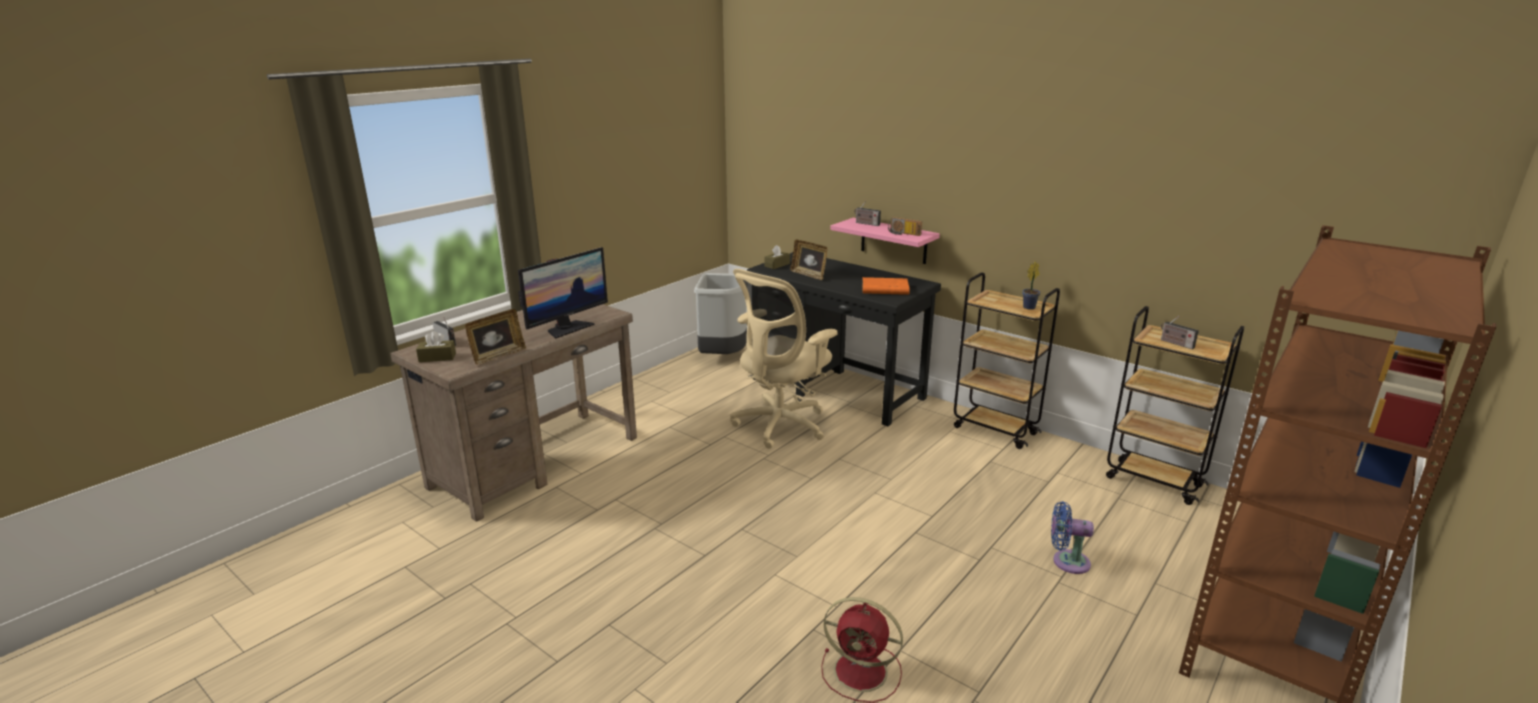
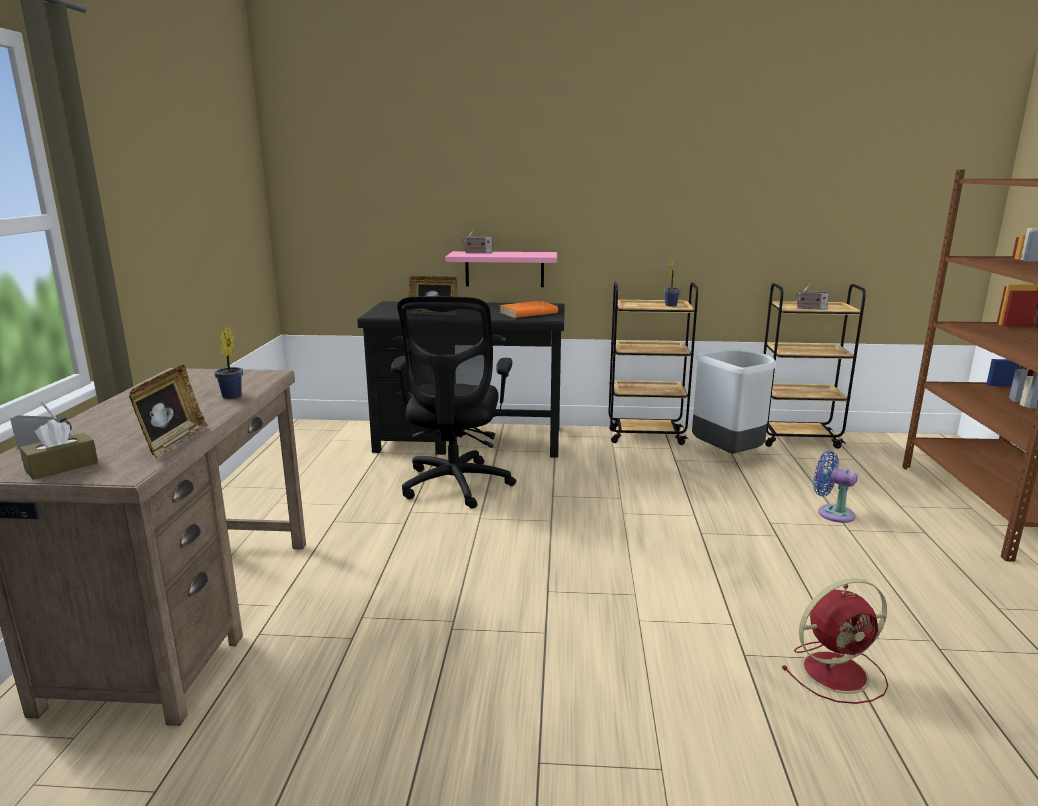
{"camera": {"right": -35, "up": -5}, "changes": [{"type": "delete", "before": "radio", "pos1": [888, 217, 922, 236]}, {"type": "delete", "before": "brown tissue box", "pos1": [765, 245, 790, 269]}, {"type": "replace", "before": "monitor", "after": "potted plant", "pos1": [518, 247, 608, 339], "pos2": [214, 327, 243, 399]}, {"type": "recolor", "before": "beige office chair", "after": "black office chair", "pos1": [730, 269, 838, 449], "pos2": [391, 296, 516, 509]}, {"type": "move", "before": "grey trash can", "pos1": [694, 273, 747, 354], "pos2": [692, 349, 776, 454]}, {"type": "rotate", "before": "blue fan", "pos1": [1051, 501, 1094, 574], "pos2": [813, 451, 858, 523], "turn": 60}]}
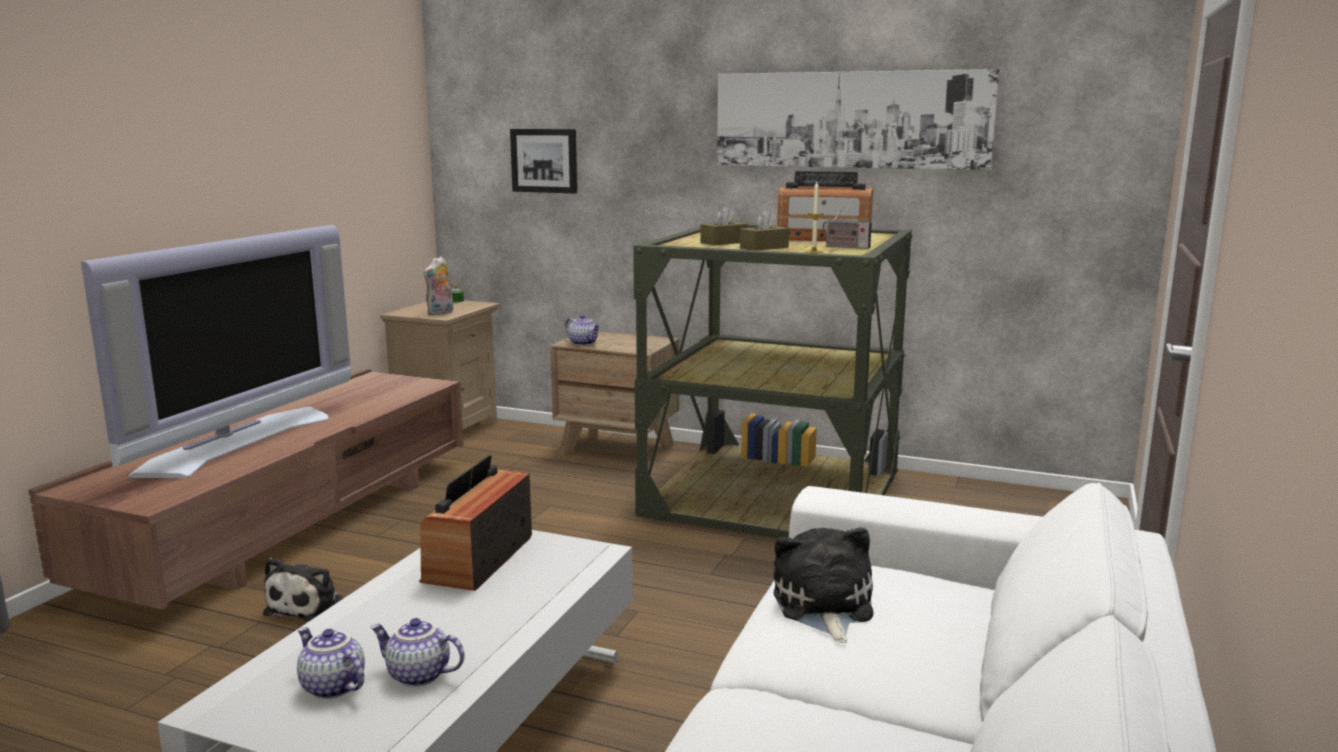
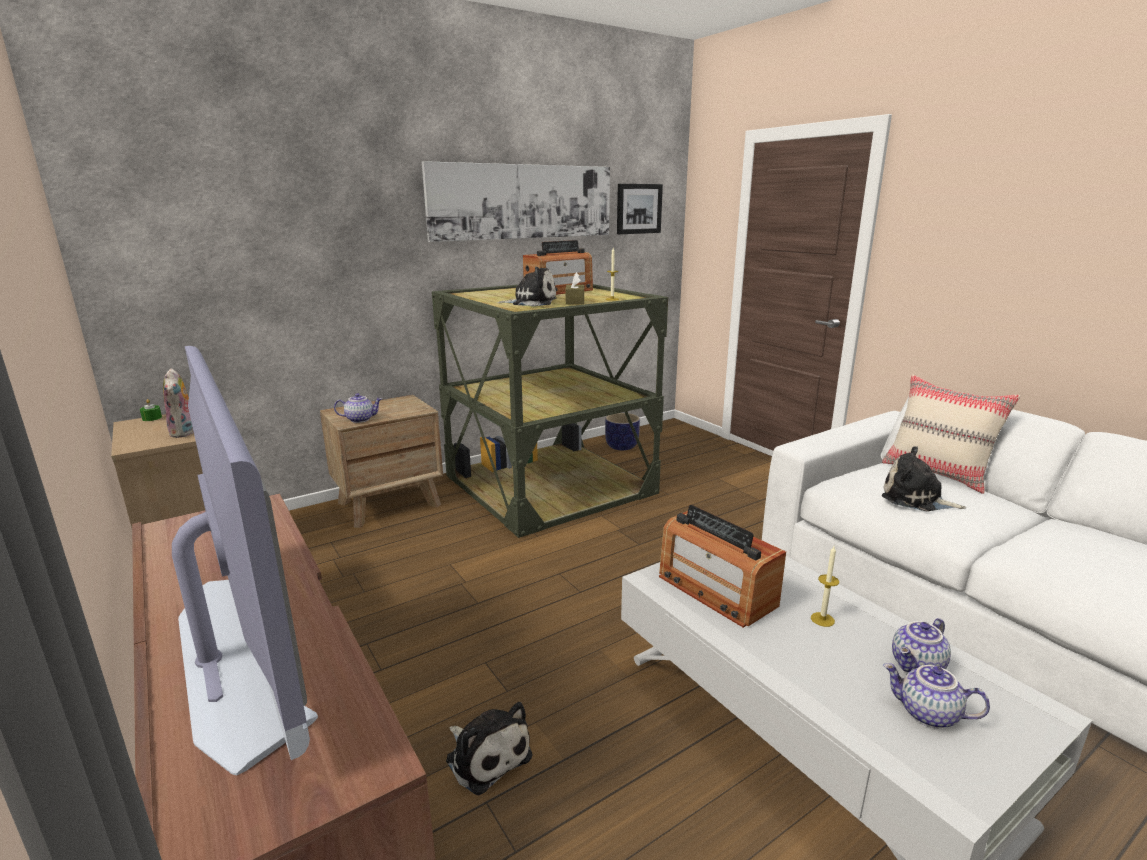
{"camera": {"right": -55, "up": 5}, "changes": [{"type": "move", "before": "picture", "pos1": [510, 129, 577, 193], "pos2": [617, 184, 663, 234]}, {"type": "replace", "before": "brown tissue box", "after": "plush toy", "pos1": [700, 206, 748, 245], "pos2": [498, 267, 556, 307]}, {"type": "delete", "before": "radio", "pos1": [823, 206, 872, 249]}, {"type": "rotate", "before": "teapot", "pos1": [297, 627, 365, 699], "pos2": [883, 663, 990, 728], "turn": 45}, {"type": "insert", "after": "beige pillow", "pos2": [882, 375, 1021, 494]}, {"type": "insert", "after": "planter", "pos2": [605, 413, 640, 450]}, {"type": "insert", "after": "candle", "pos2": [811, 546, 839, 627]}]}
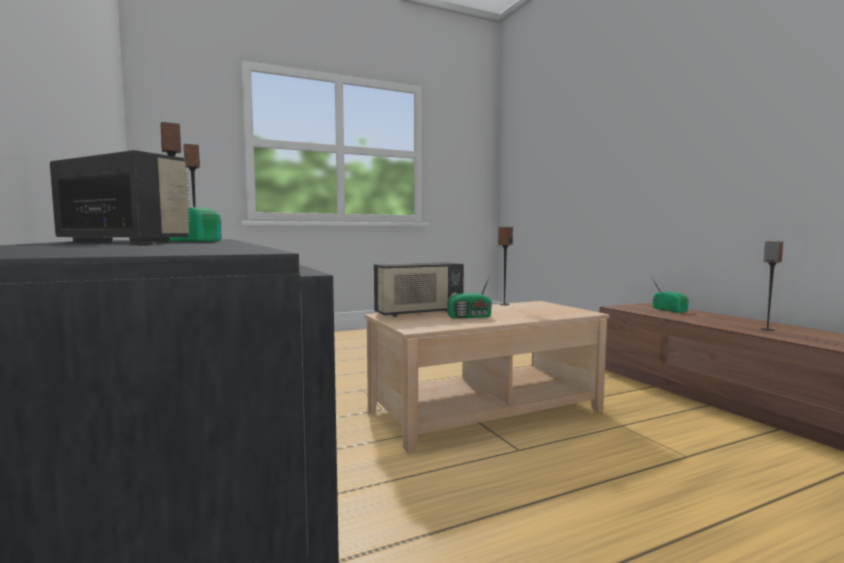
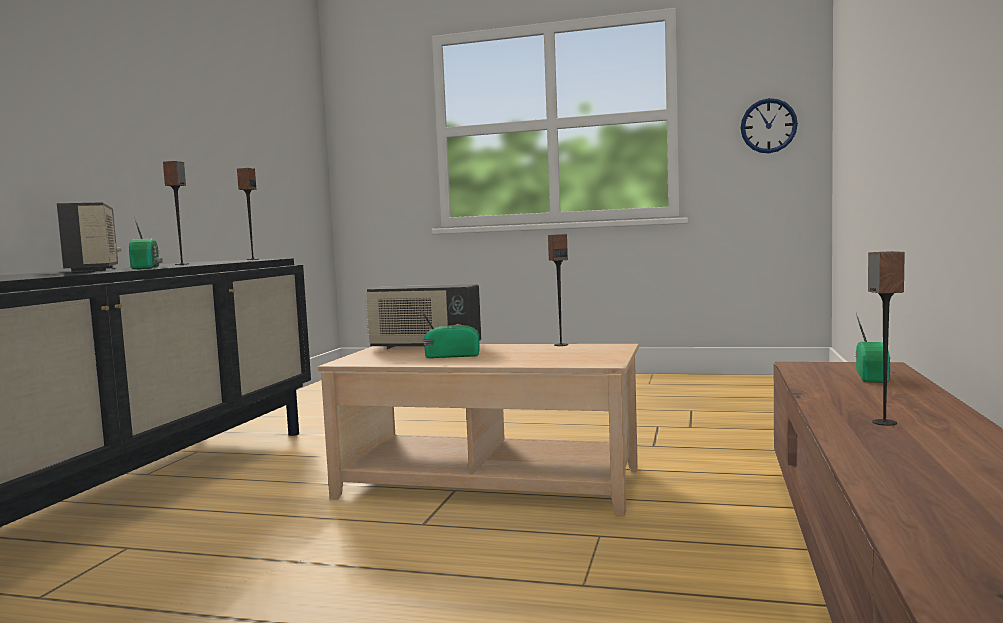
{"camera": {"right": 40, "up": 0}, "changes": [{"type": "rotate", "before": "radio", "pos1": [447, 275, 492, 319], "pos2": [418, 305, 479, 358], "turn": 150}, {"type": "insert", "after": "wall clock", "pos2": [741, 98, 798, 153]}]}
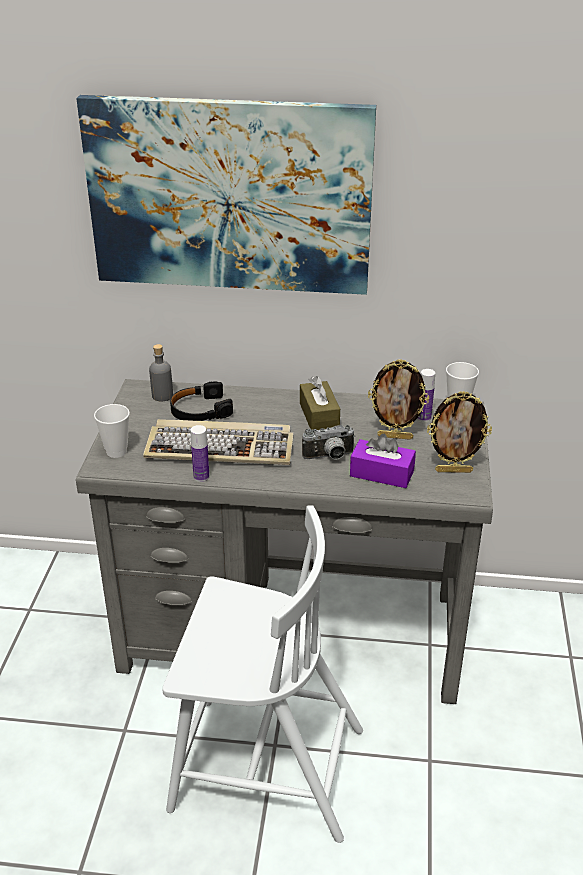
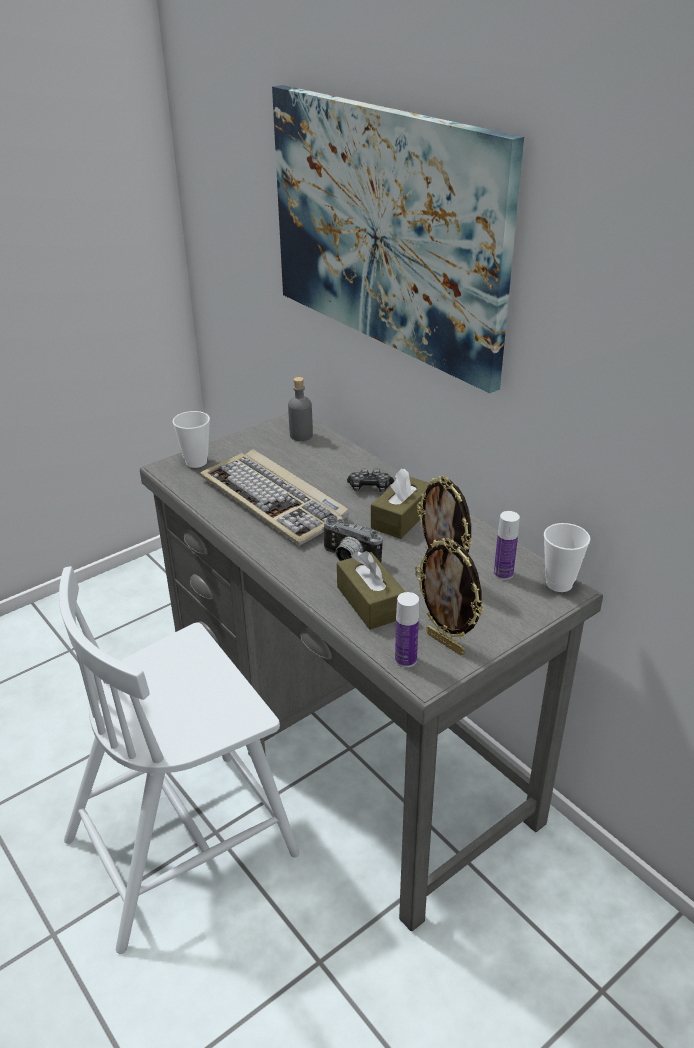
{"camera": {"right": 45, "up": 0}, "changes": [{"type": "delete", "before": "black headphones", "pos1": [170, 381, 233, 421]}, {"type": "move", "before": "bottle", "pos1": [191, 425, 209, 482], "pos2": [395, 592, 419, 668]}, {"type": "recolor", "before": "purple tissue box", "after": "brown tissue box", "pos1": [350, 434, 416, 488], "pos2": [337, 551, 405, 630]}, {"type": "rotate", "before": "white chair", "pos1": [162, 505, 363, 843], "pos2": [59, 566, 300, 954], "turn": 90}, {"type": "insert", "after": "game controller", "pos2": [347, 468, 394, 492]}]}
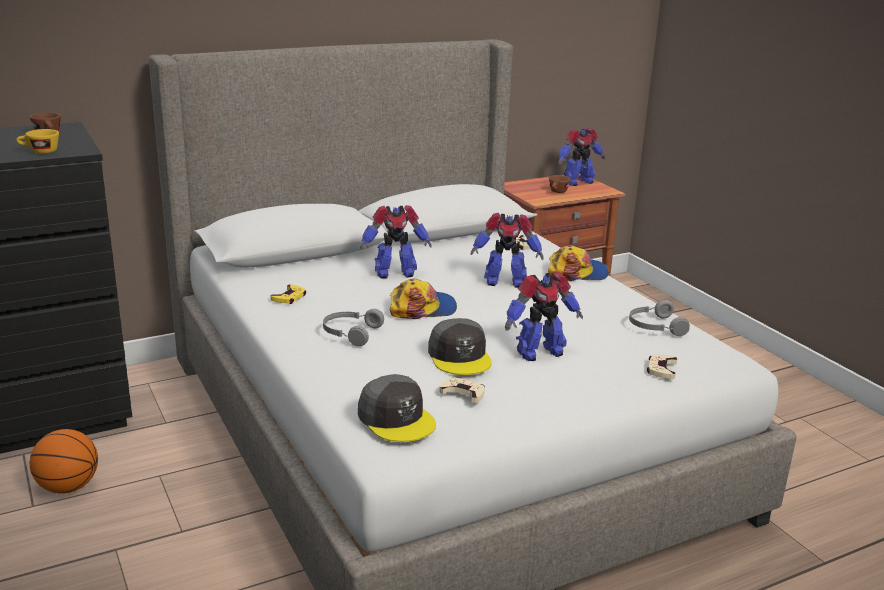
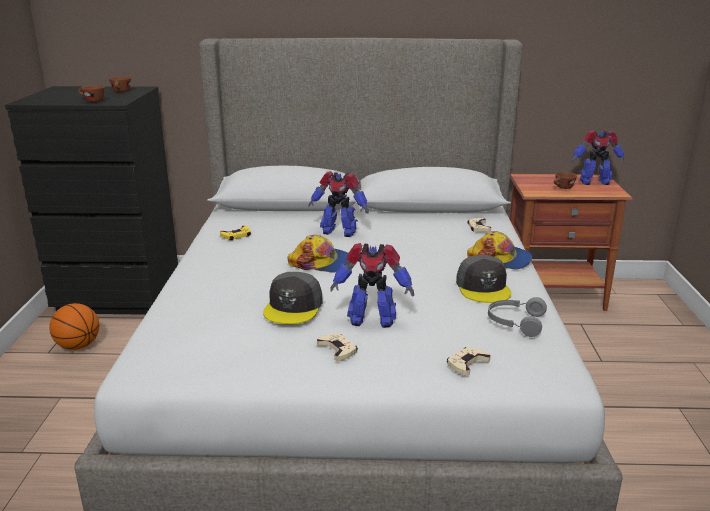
{"camera": {"right": 30, "up": 0}, "changes": [{"type": "recolor", "before": "yellow cup", "after": "brown cup", "pos1": [16, 129, 59, 154], "pos2": [78, 85, 105, 102]}, {"type": "delete", "before": "toy robot", "pos1": [470, 213, 544, 288]}, {"type": "delete", "before": "grey headphones", "pos1": [323, 309, 384, 346]}, {"type": "move", "before": "grey cap", "pos1": [358, 374, 436, 442], "pos2": [456, 255, 511, 303]}, {"type": "move", "before": "beige game controller", "pos1": [439, 377, 485, 403], "pos2": [317, 334, 358, 361]}]}
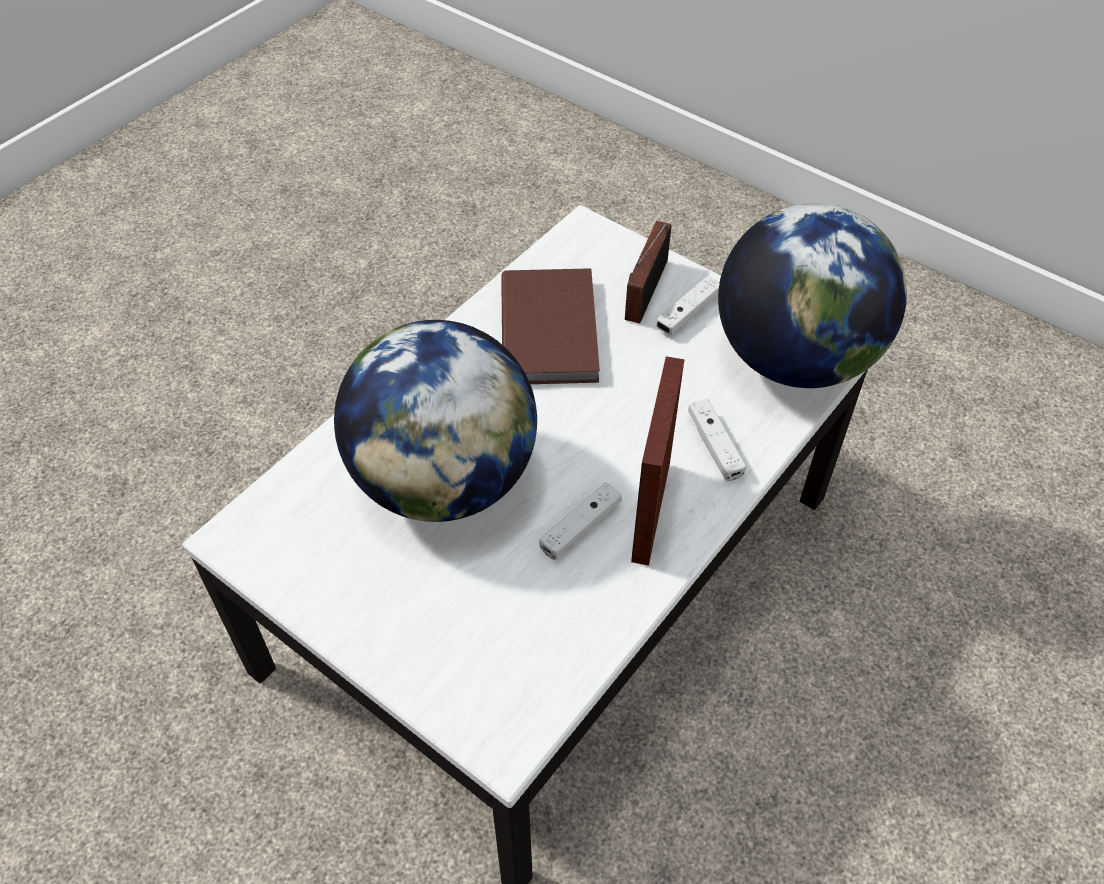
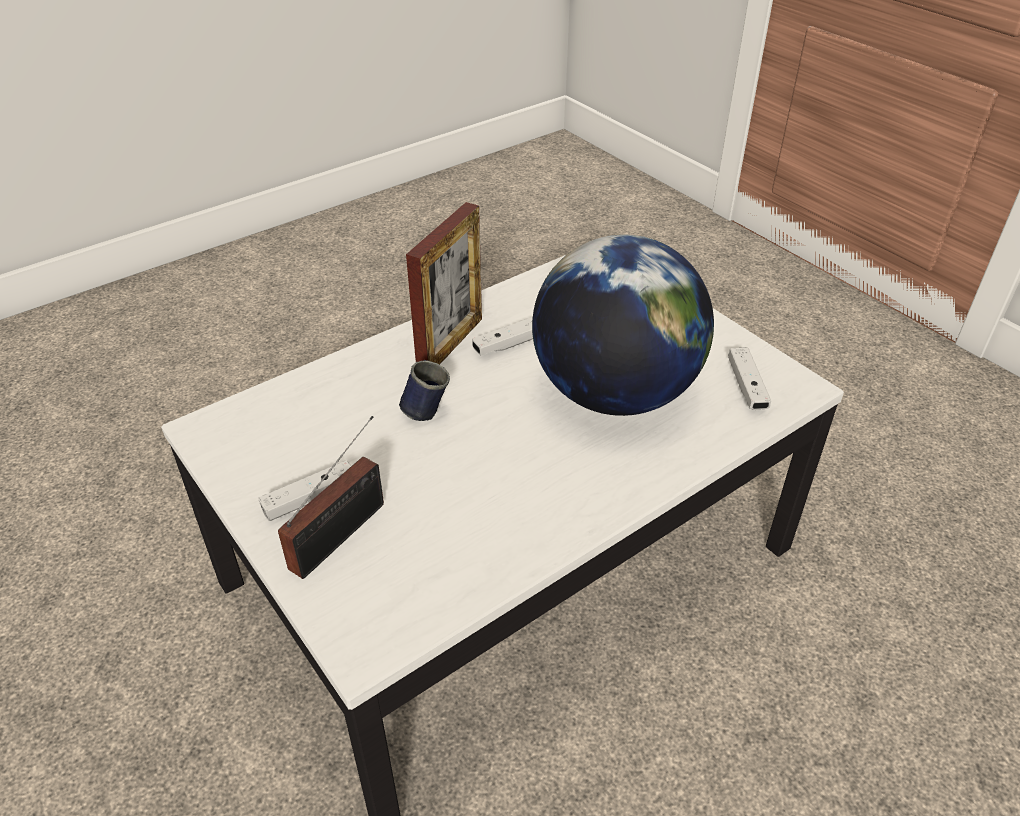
{"camera": {"right": -165, "up": -10}, "changes": [{"type": "delete", "before": "globe", "pos1": [718, 203, 907, 388]}, {"type": "delete", "before": "brown book", "pos1": [501, 268, 600, 384]}, {"type": "move", "before": "white game controller", "pos1": [688, 399, 746, 481], "pos2": [728, 348, 771, 410]}, {"type": "insert", "after": "blue mug", "pos2": [399, 360, 450, 421]}]}
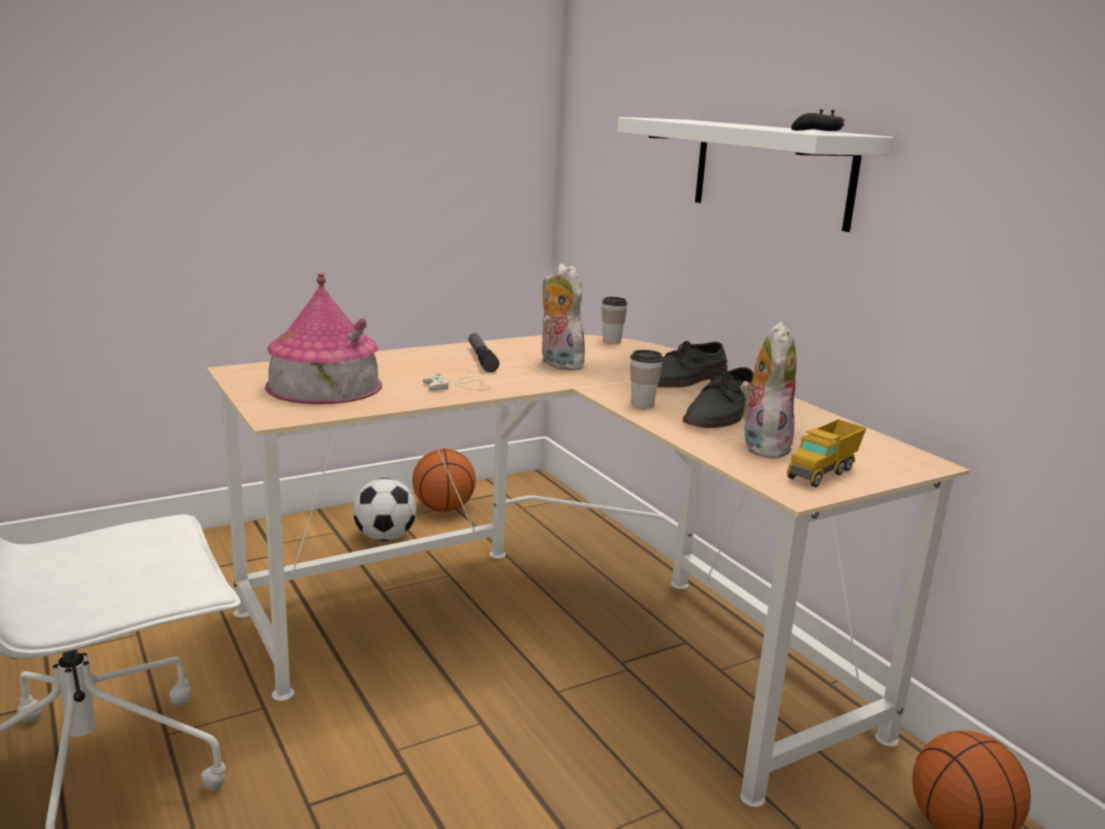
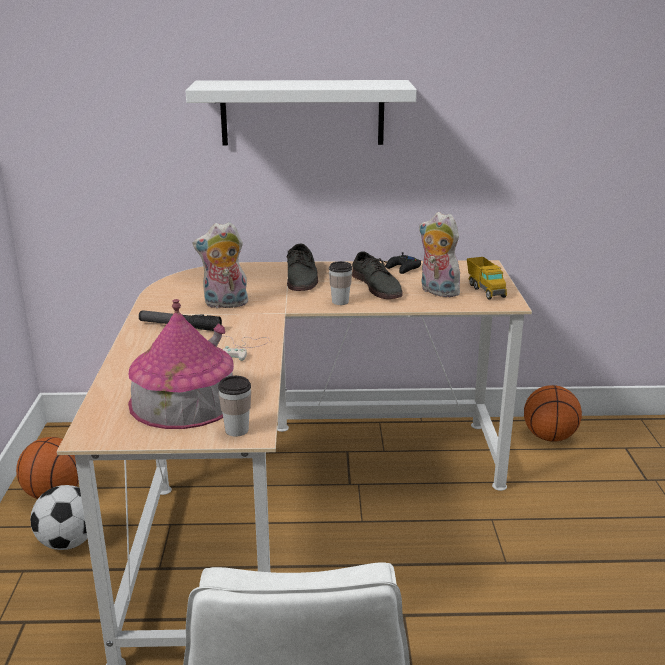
{"camera": {"right": -60, "up": 5}, "changes": [{"type": "move", "before": "black game controller", "pos1": [791, 109, 845, 131], "pos2": [386, 252, 421, 274]}, {"type": "move", "before": "cup", "pos1": [602, 297, 627, 343], "pos2": [218, 376, 251, 436]}]}
